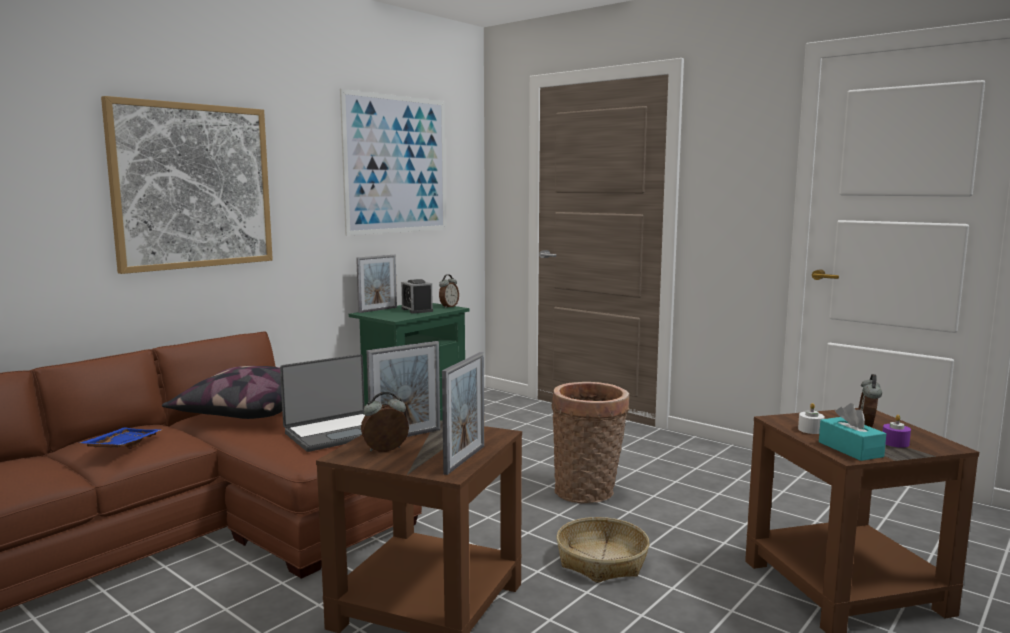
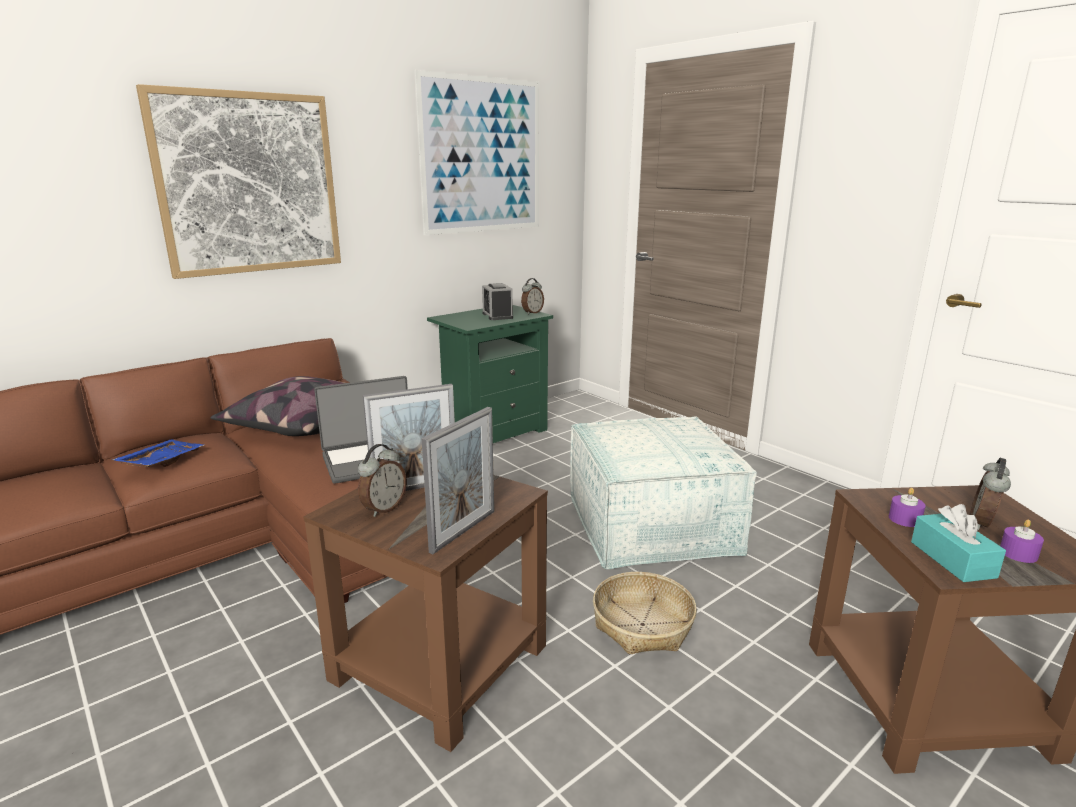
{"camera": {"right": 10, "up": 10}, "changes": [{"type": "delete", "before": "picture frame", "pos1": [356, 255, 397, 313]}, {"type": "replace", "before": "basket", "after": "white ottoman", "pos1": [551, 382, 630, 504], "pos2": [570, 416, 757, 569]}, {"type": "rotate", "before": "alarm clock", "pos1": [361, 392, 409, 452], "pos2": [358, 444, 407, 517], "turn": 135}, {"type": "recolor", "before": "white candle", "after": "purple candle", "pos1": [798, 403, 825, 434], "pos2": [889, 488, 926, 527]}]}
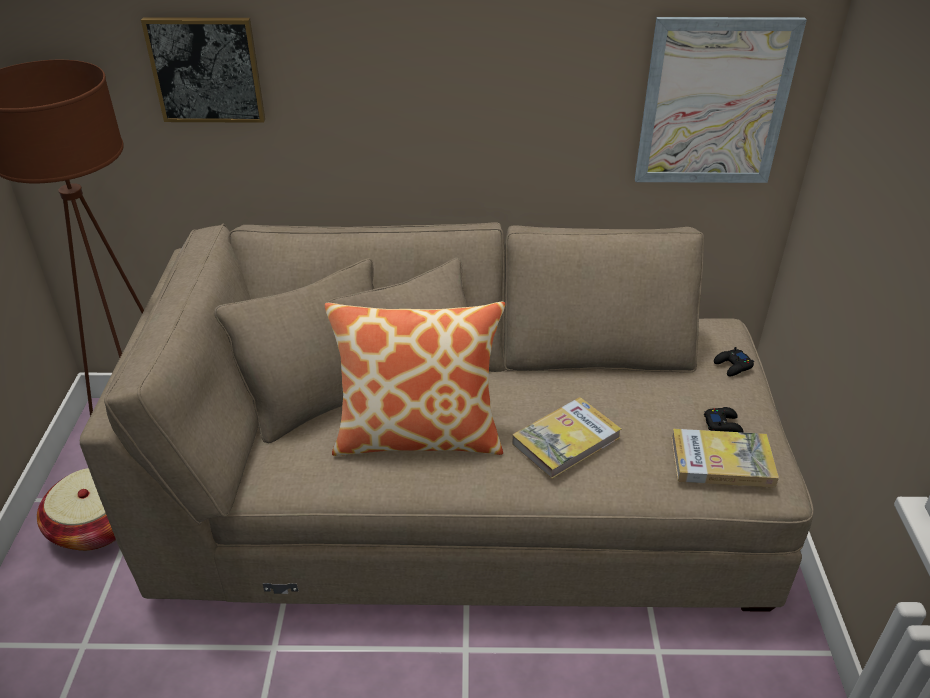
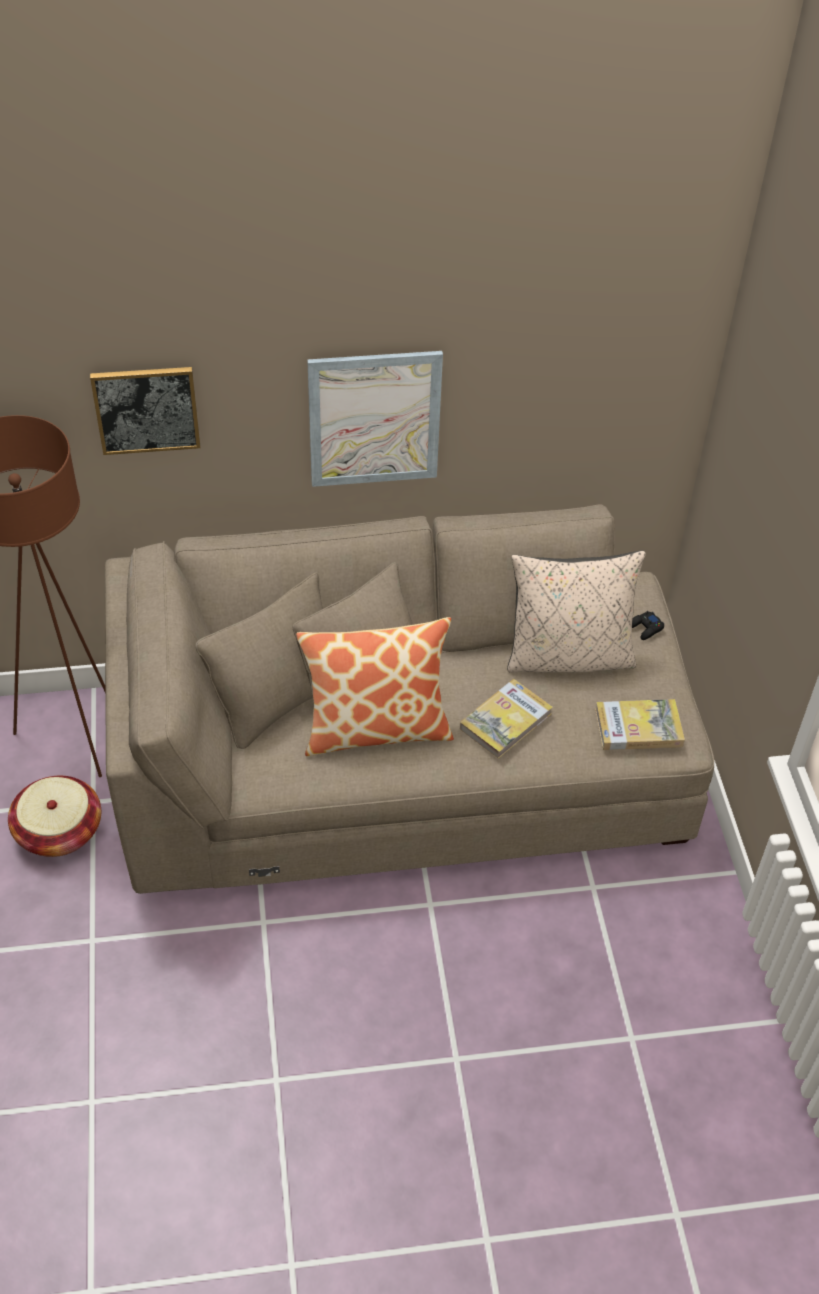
{"camera": {"right": -10, "up": 10}, "changes": [{"type": "move", "before": "picture", "pos1": [635, 17, 807, 183], "pos2": [307, 351, 443, 487]}, {"type": "delete", "before": "black game controller", "pos1": [704, 407, 743, 432]}, {"type": "insert", "after": "beige pillow", "pos2": [507, 550, 646, 673]}]}
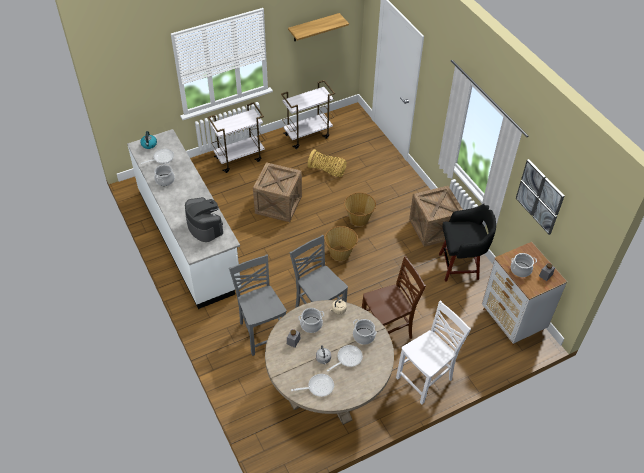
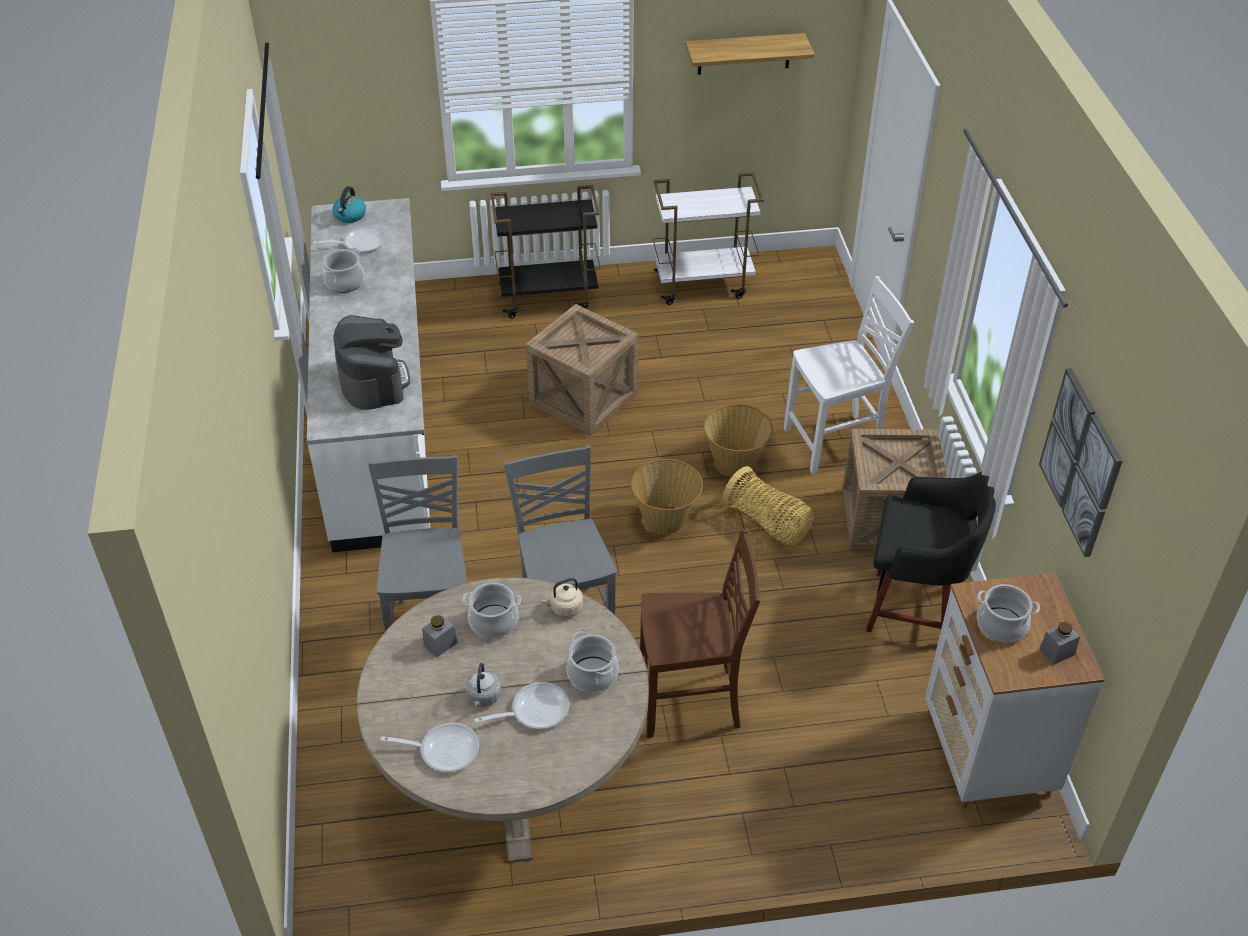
{"camera": {"right": 20, "up": -5}, "changes": [{"type": "recolor", "before": "white cart", "after": "black cart", "pos1": [208, 102, 265, 173], "pos2": [491, 185, 601, 319]}, {"type": "move", "before": "basket", "pos1": [308, 149, 347, 177], "pos2": [722, 466, 814, 546]}, {"type": "move", "before": "white chair", "pos1": [396, 301, 471, 405], "pos2": [784, 276, 914, 474]}]}
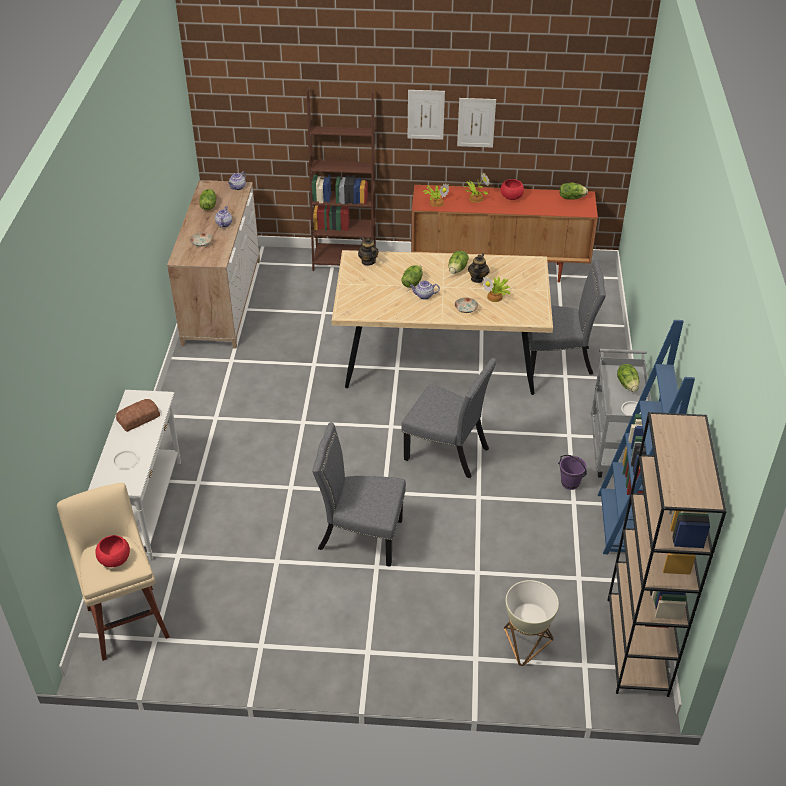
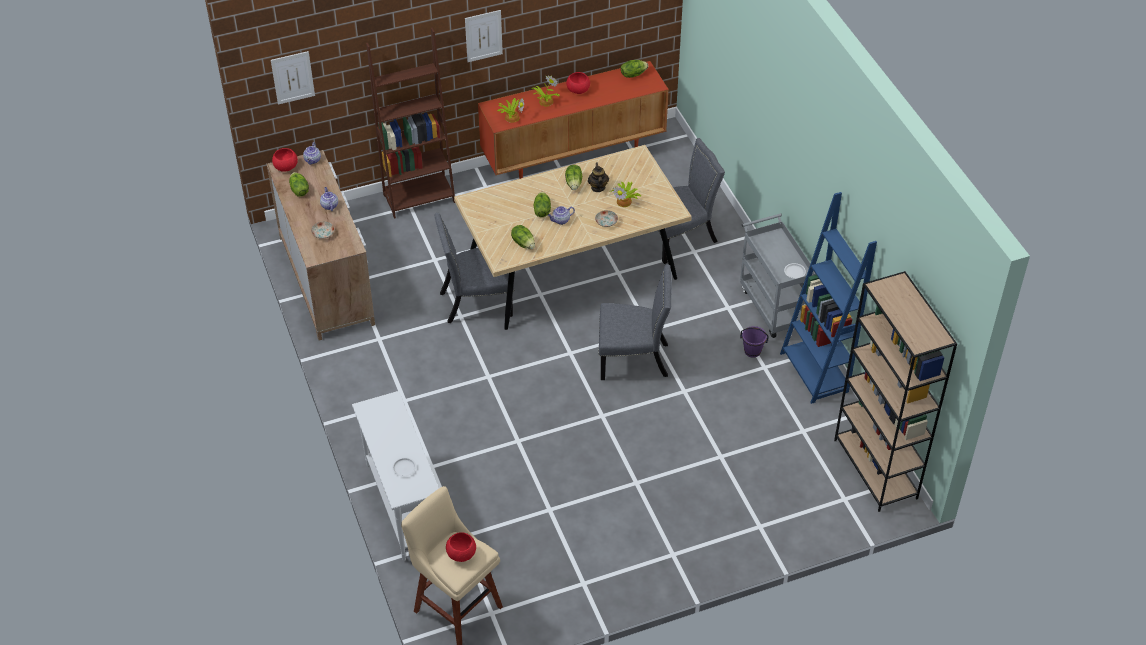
{"camera": {"right": -25, "up": 5}, "changes": [{"type": "move", "before": "picture", "pos1": [457, 98, 496, 148], "pos2": [271, 51, 315, 105]}, {"type": "delete", "before": "teapot", "pos1": [358, 237, 379, 266]}, {"type": "move", "before": "lettuce", "pos1": [617, 364, 639, 392], "pos2": [511, 225, 535, 249]}, {"type": "delete", "before": "bread", "pos1": [116, 399, 160, 432]}, {"type": "move", "before": "grey chair", "pos1": [312, 422, 406, 567], "pos2": [434, 213, 514, 323]}, {"type": "delete", "before": "planter", "pos1": [504, 580, 559, 666]}, {"type": "insert", "after": "red bowl", "pos2": [272, 148, 298, 172]}]}
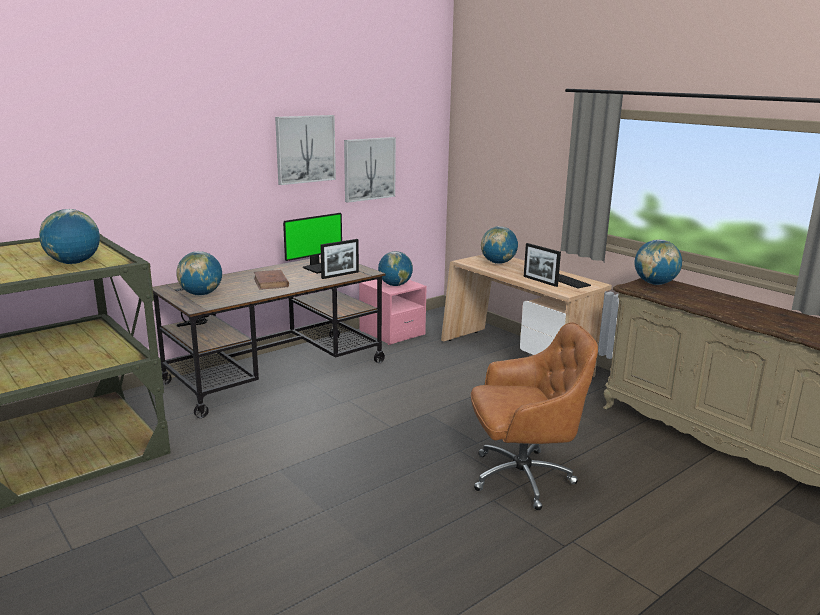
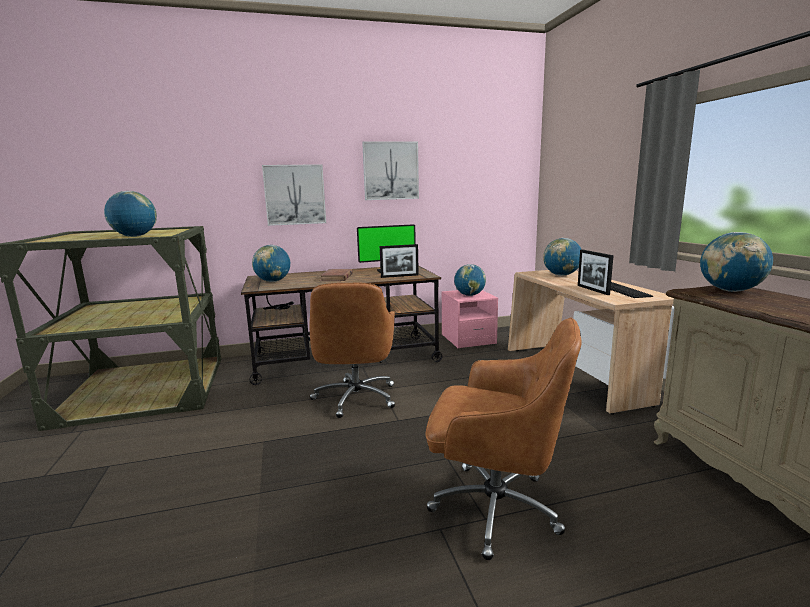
{"camera": {"right": 25, "up": -5}, "changes": [{"type": "move", "before": "picture", "pos1": [344, 137, 396, 203], "pos2": [262, 164, 326, 226]}, {"type": "insert", "after": "brown office chair", "pos2": [310, 283, 395, 418]}]}
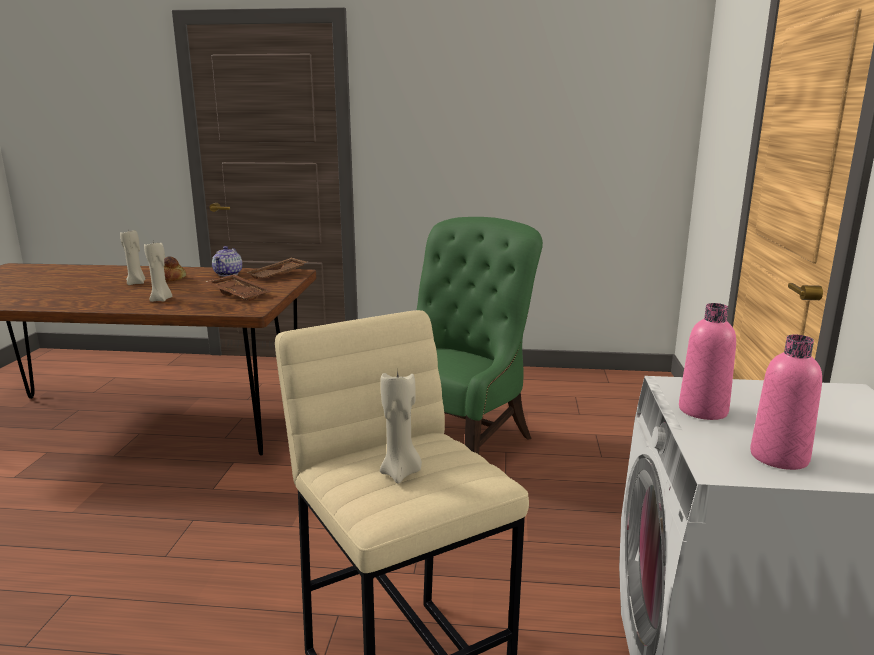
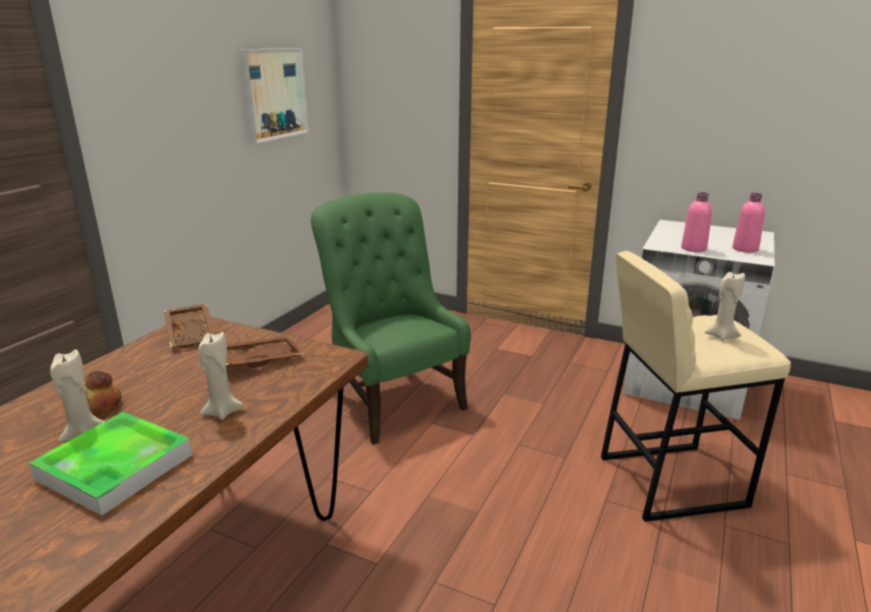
{"camera": {"right": -70, "up": 5}, "changes": [{"type": "delete", "before": "teapot", "pos1": [212, 246, 242, 276]}, {"type": "insert", "after": "picture", "pos2": [240, 48, 309, 144]}, {"type": "insert", "after": "tray", "pos2": [29, 412, 192, 516]}]}
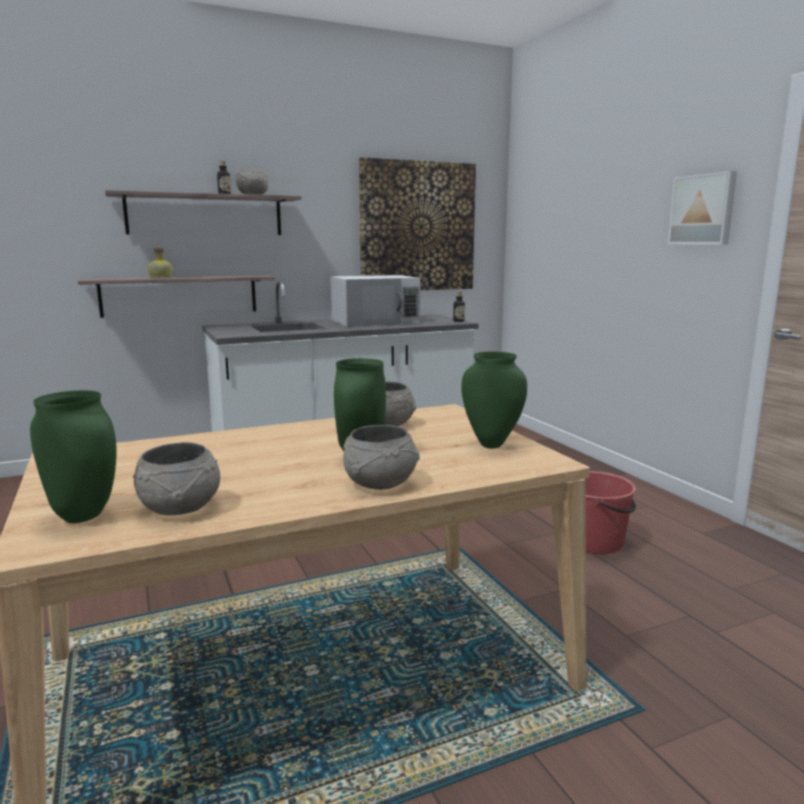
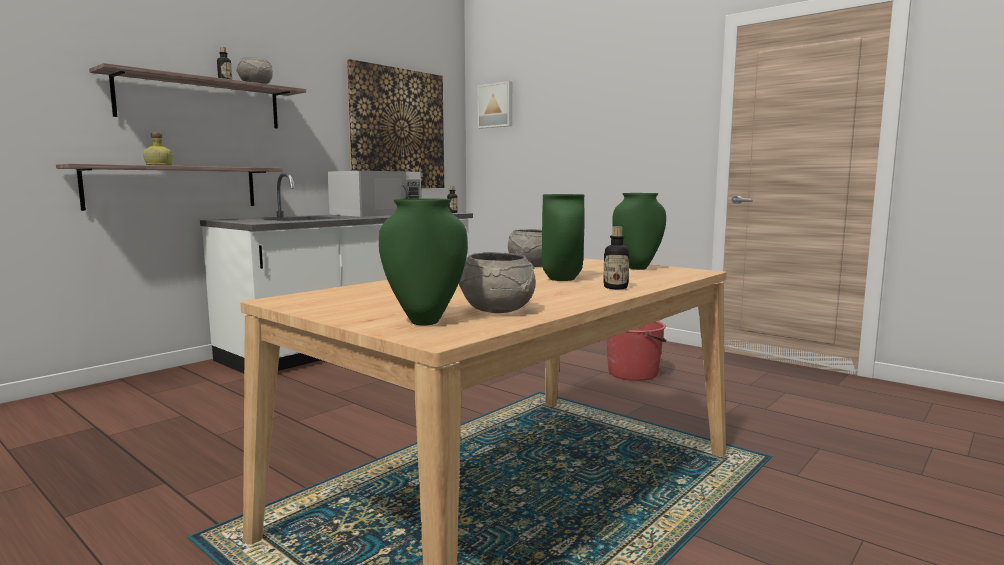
{"camera": {"right": -25, "up": -5}, "changes": [{"type": "move", "before": "picture", "pos1": [667, 171, 737, 245], "pos2": [477, 81, 512, 129]}, {"type": "replace", "before": "grey bowl", "after": "bottle", "pos1": [343, 425, 420, 490], "pos2": [603, 226, 630, 289]}]}
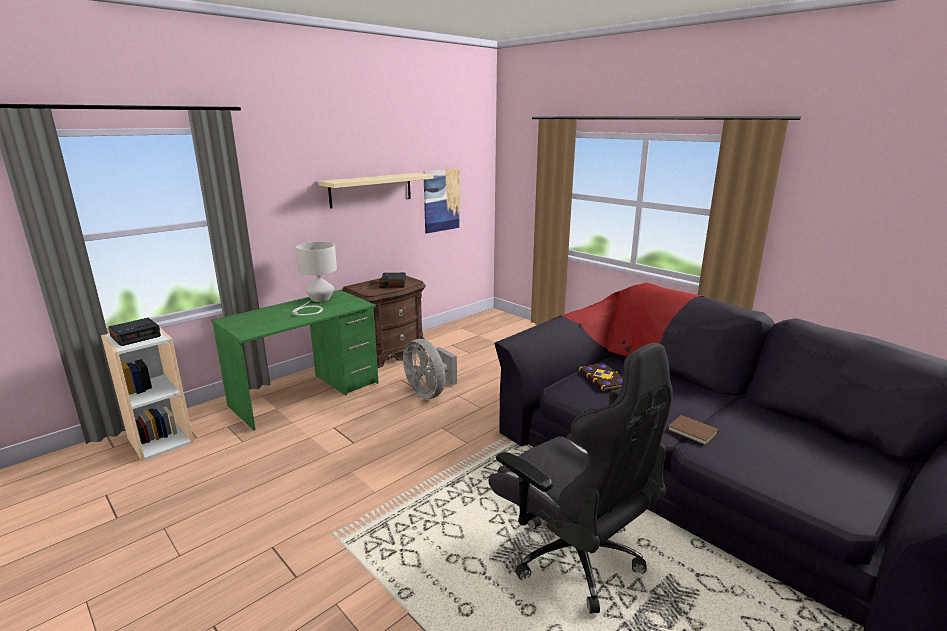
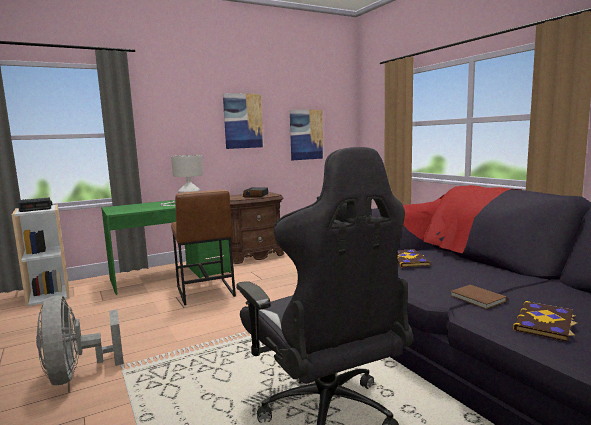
{"camera": {"right": 15, "up": -10}, "changes": [{"type": "replace", "before": "beige shelf", "after": "picture", "pos1": [318, 173, 434, 209], "pos2": [223, 93, 264, 149]}, {"type": "move", "before": "grey fan", "pos1": [403, 339, 457, 399], "pos2": [36, 295, 124, 385]}, {"type": "insert", "after": "brown chair", "pos2": [171, 189, 236, 305]}, {"type": "insert", "after": "book", "pos2": [513, 301, 577, 342]}]}
